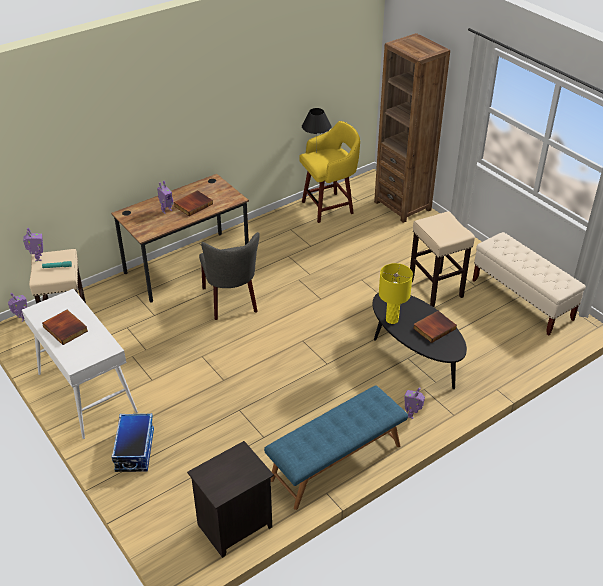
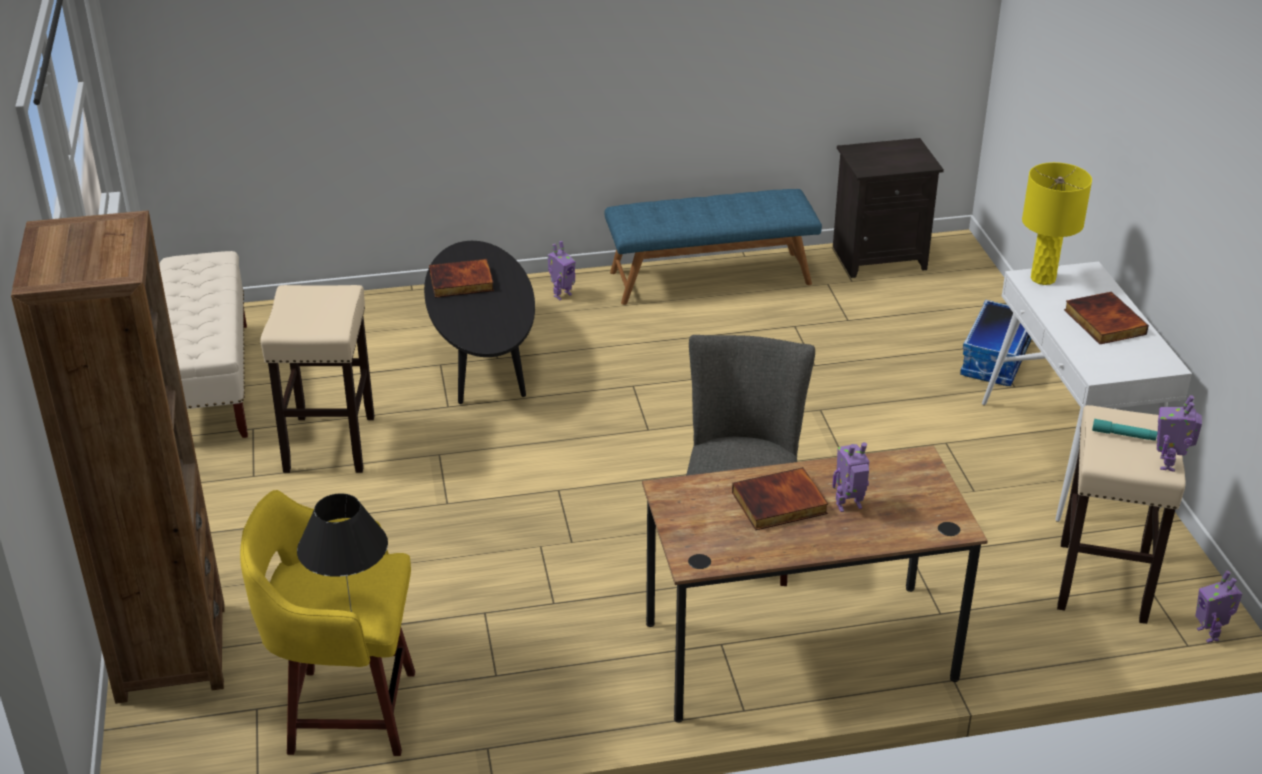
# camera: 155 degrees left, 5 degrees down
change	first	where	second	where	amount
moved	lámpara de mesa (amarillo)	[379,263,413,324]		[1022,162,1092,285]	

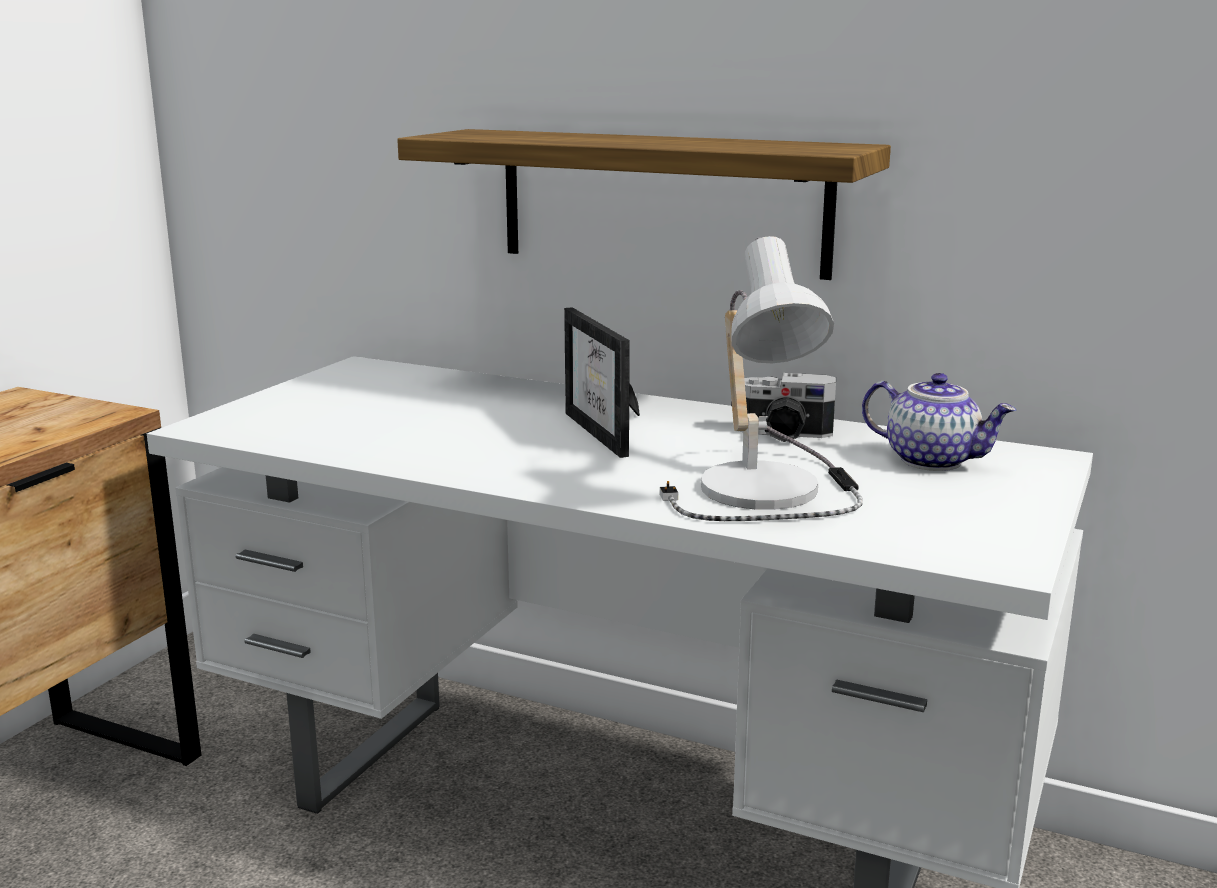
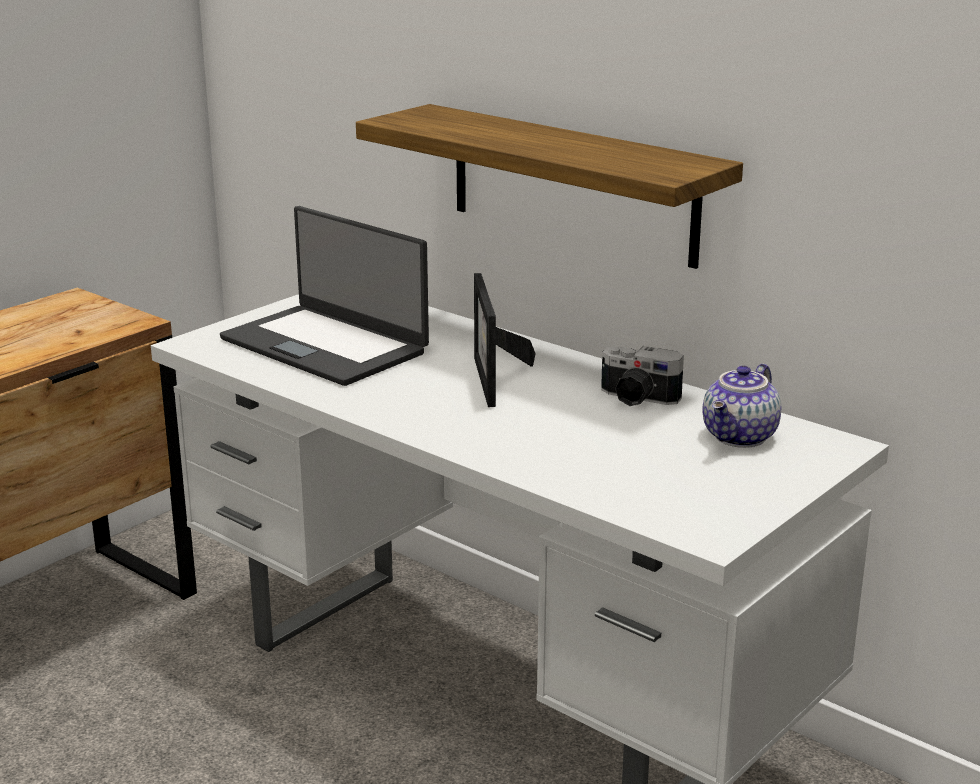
# camera: 15 degrees right, 5 degrees up
change	first	where	second	where	amount
removed	lámpara de mesa	[660,236,863,521]			
turned	tetera	[862,373,1016,471]		[702,363,781,448]	75 degrees clockwise
added			portátil	[220,206,429,386]	

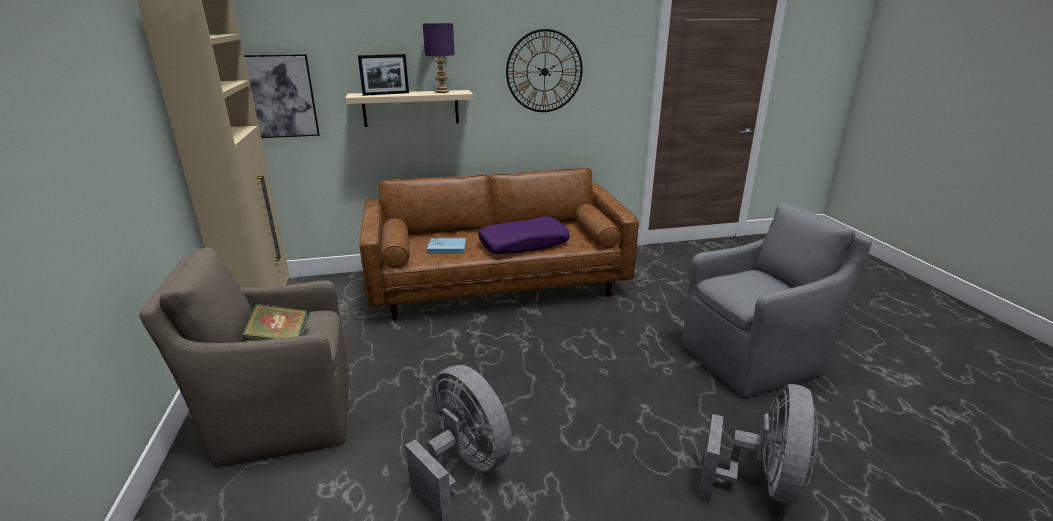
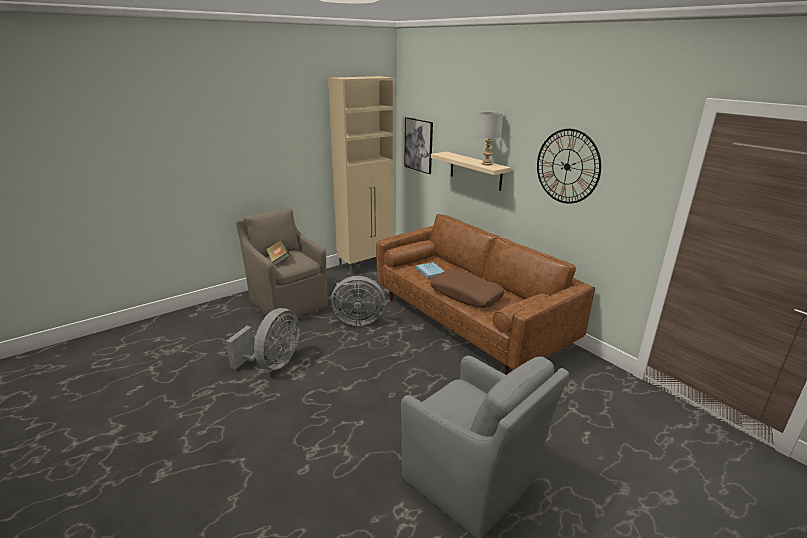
# camera: 65 degrees right, 0 degrees up
change	first	where	second	where	amount
removed	portarretratos	[358,54,409,96]			
recoloured	lámpara de mesa (morado)	[423,23,455,93]	lámpara de mesa (gris)	[478,112,503,165]	
recoloured	cojín (morado)	[478,217,570,254]	cojín (marrón)	[430,269,504,308]	
moved	ventilador (gris)	[699,384,818,504]		[331,276,385,326]	

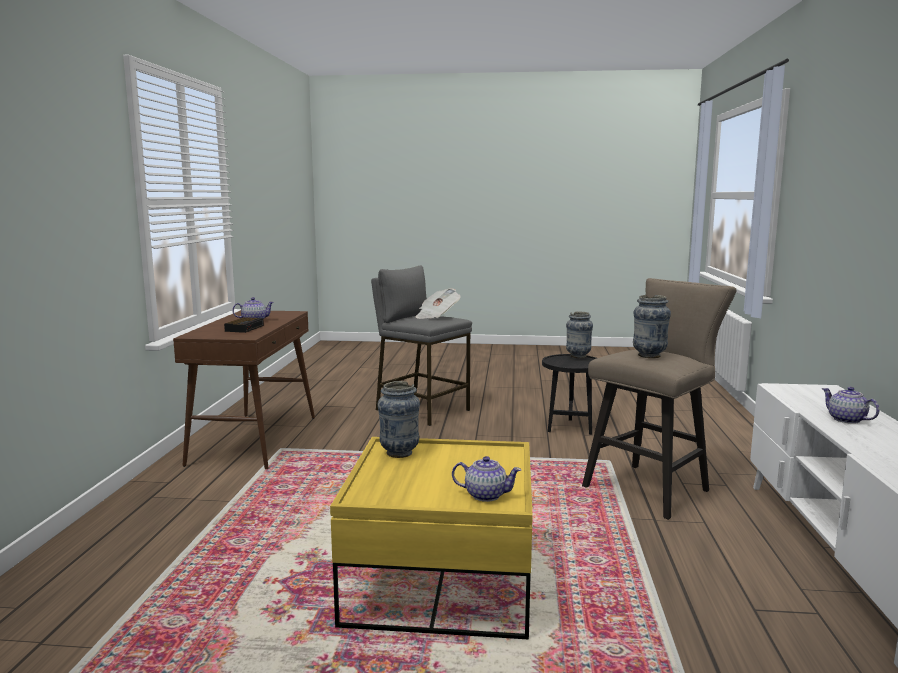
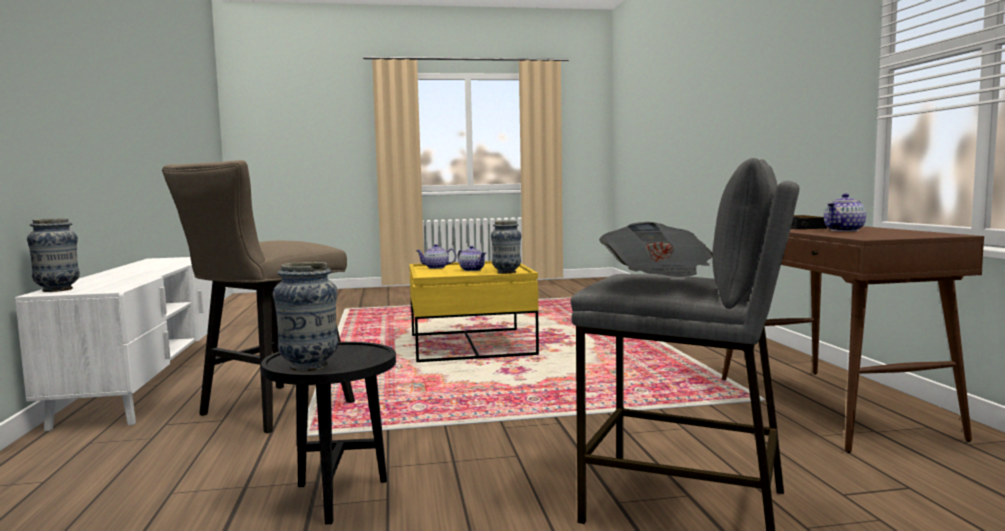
# camera: 165 degrees right, 5 degrees down
change	first	where	second	where	amount
moved	florero	[633,295,671,358]		[27,218,80,292]	
moved	tetera	[822,387,880,424]		[457,246,486,271]	

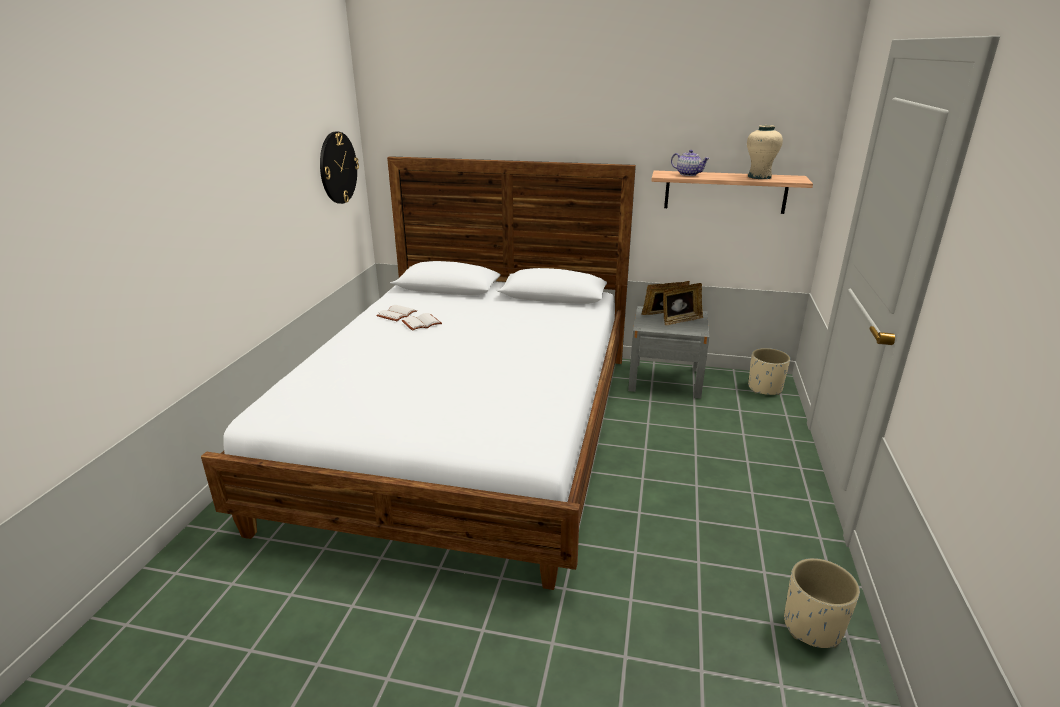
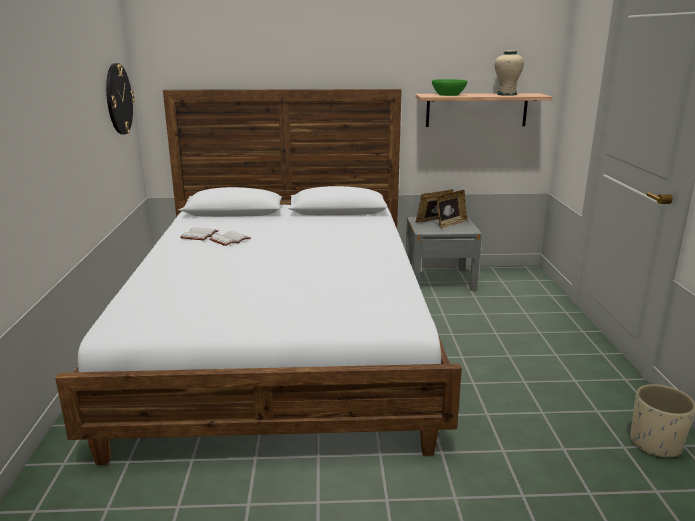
# camera: 15 degrees left, 5 degrees down
change	first	where	second	where	amount
replaced	tetera	[671,150,710,176]	cuenco (verde)	[432,79,467,96]	
removed	maceta (beis)	[748,348,790,395]			

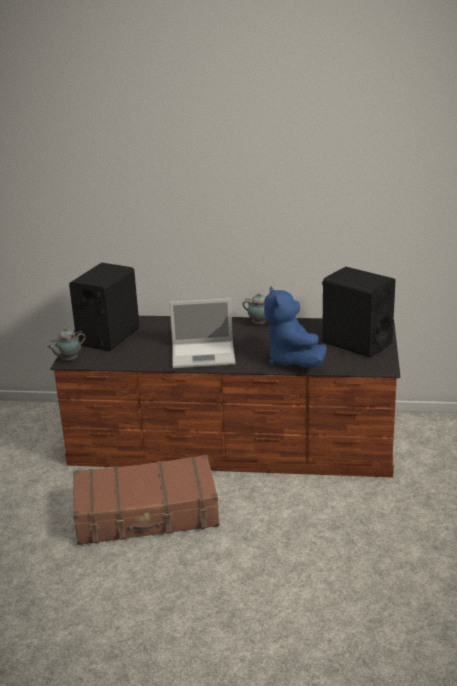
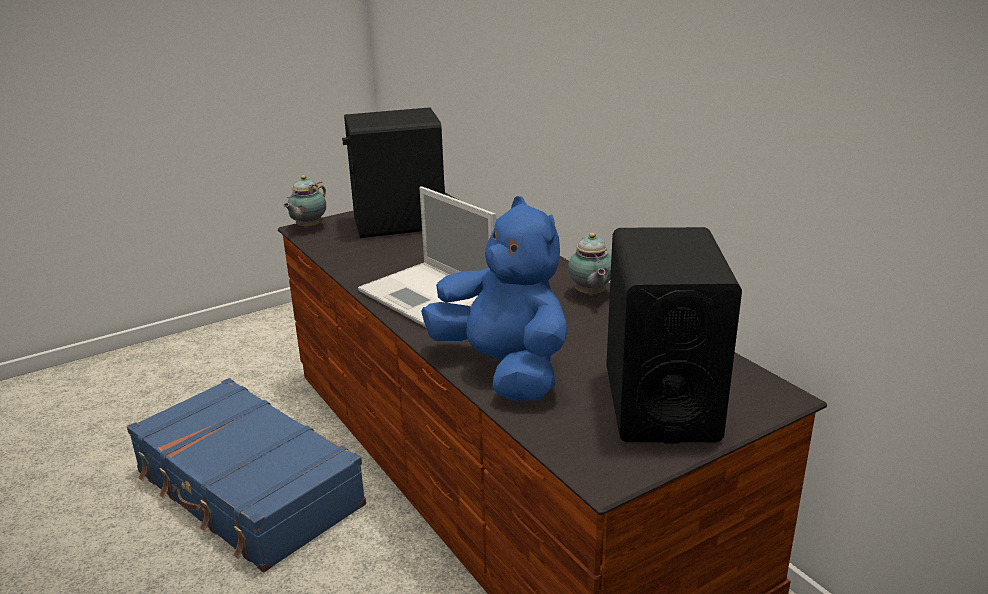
# camera: 50 degrees right, 0 degrees up
change	first	where	second	where	amount
turned	tetera	[47,327,86,361]		[283,175,326,229]	75 degrees counterclockwise
recoloured	maleta (marrón)	[73,455,219,545]	maleta (azul)	[127,378,366,572]	
turned	peluche (azul)	[264,286,327,368]		[421,196,568,401]	105 degrees clockwise

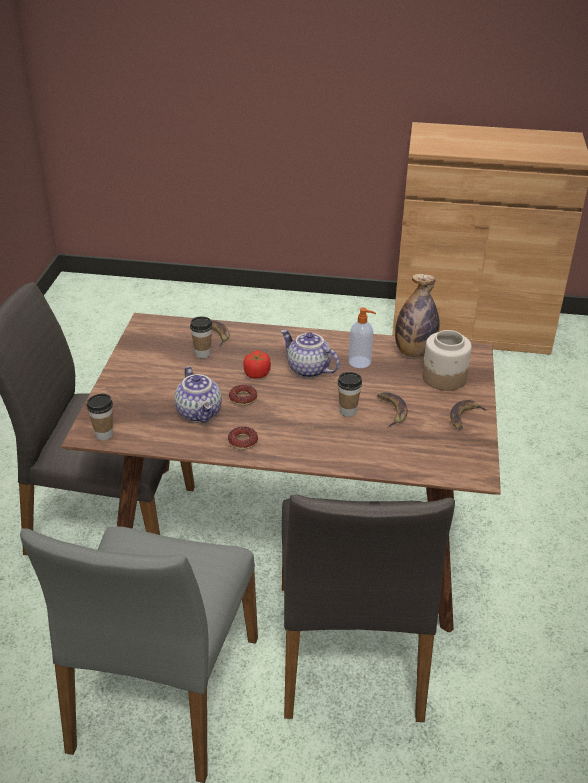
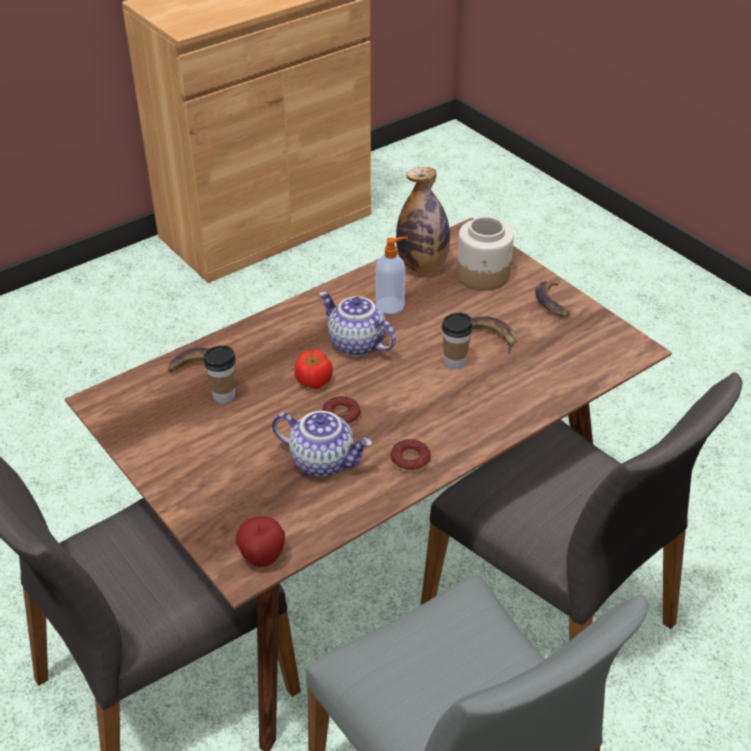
# camera: 45 degrees left, 5 degrees up
change	first	where	second	where	amount
replaced	taza	[87,394,113,441]	manzana	[236,516,285,567]	
turned	tetera	[281,330,339,378]		[319,291,396,356]	45 degrees clockwise

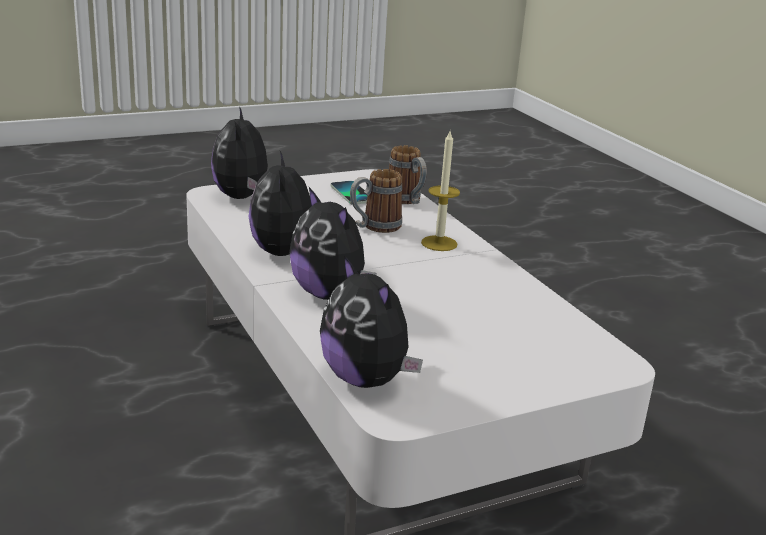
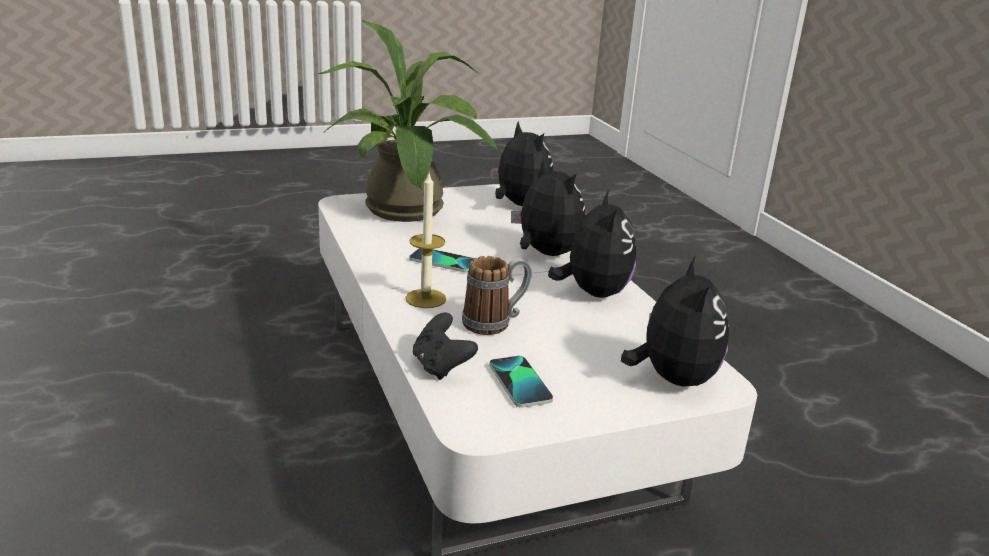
# camera: 175 degrees left, 0 degrees up
change	first	where	second	where	amount
replaced	taza grande	[389,145,427,204]	mando de consola (negro)	[413,312,478,380]	
added			planta en maceta	[318,20,498,222]	
added			móvil	[409,248,474,272]	

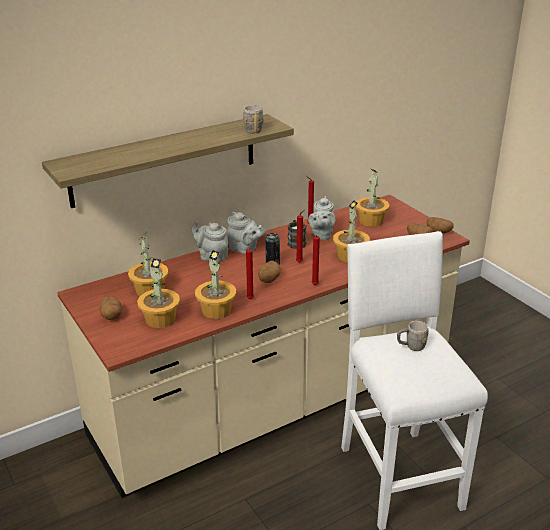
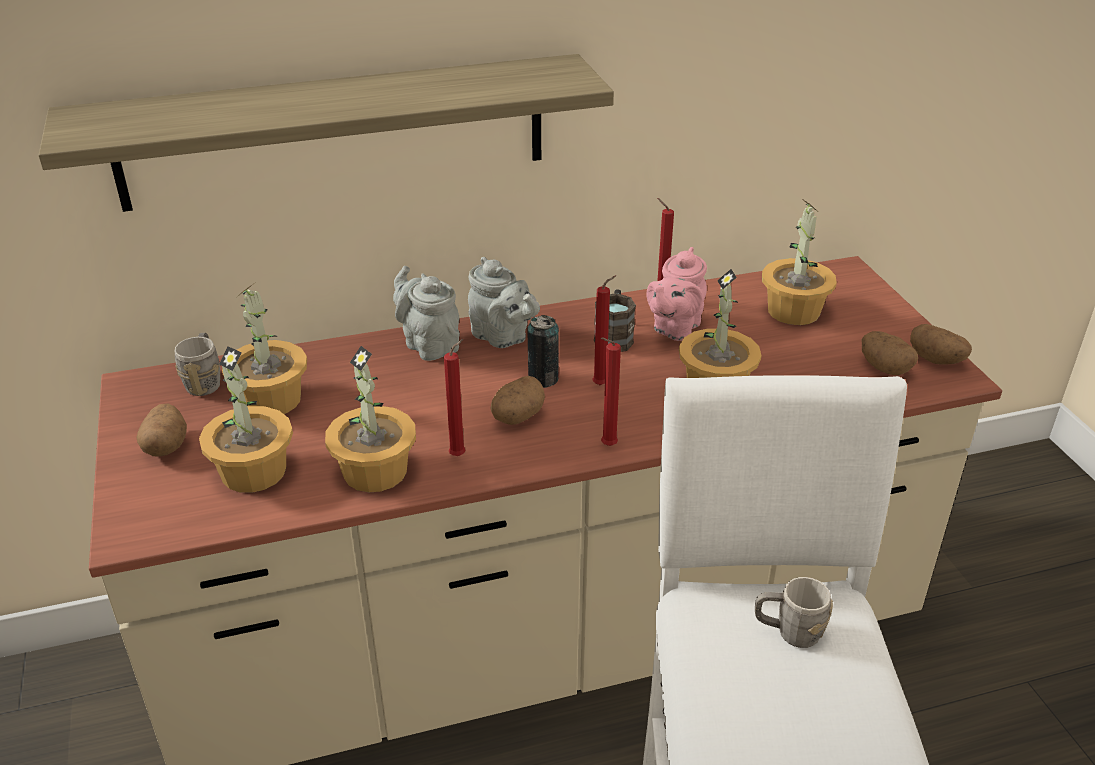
# camera: 15 degrees right, 5 degrees up
change	first	where	second	where	amount
moved	taza grande (gris)	[243,105,264,134]		[175,333,220,396]	
recoloured	tetera (gris)	[308,196,336,240]	tetera (rosa)	[646,247,707,341]	

